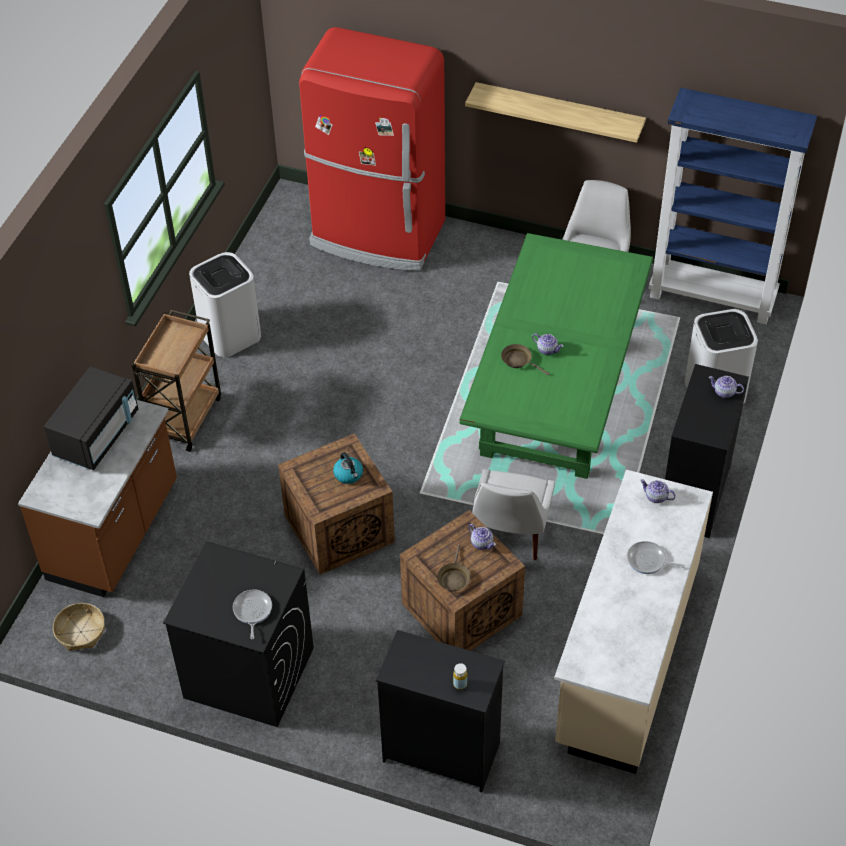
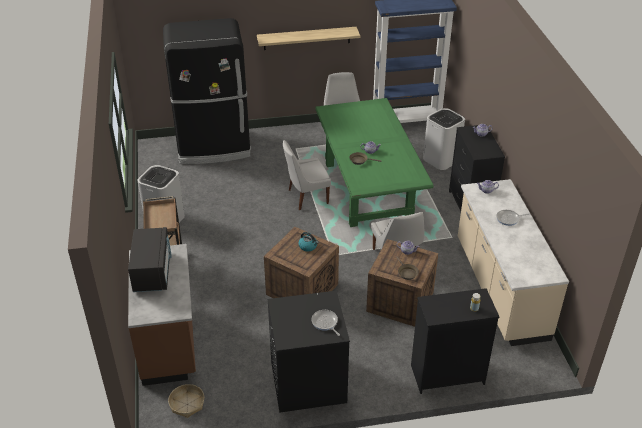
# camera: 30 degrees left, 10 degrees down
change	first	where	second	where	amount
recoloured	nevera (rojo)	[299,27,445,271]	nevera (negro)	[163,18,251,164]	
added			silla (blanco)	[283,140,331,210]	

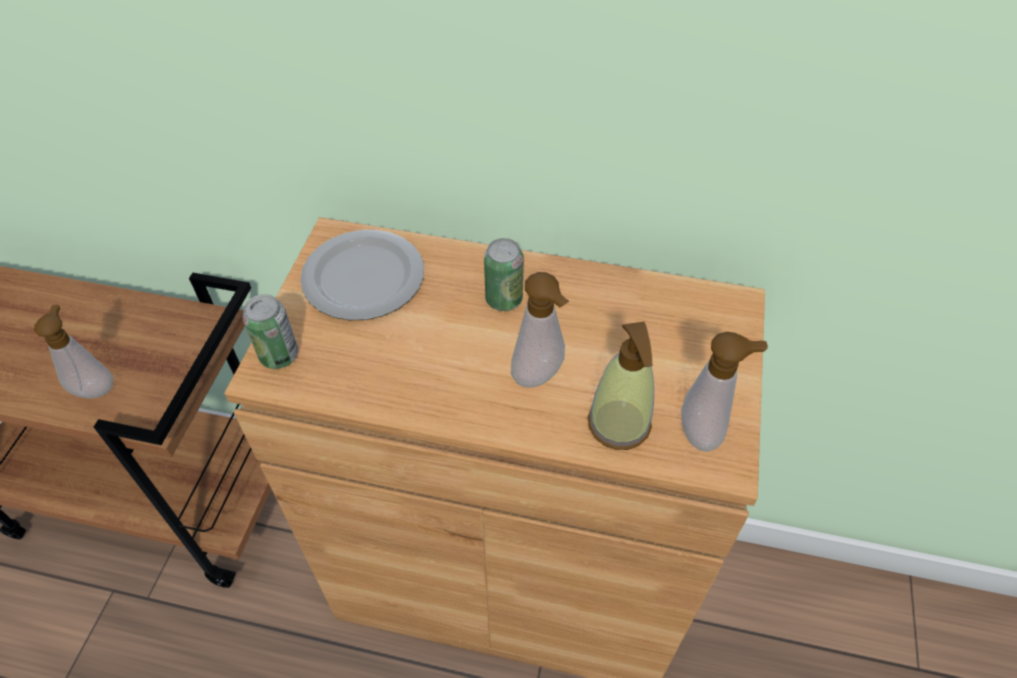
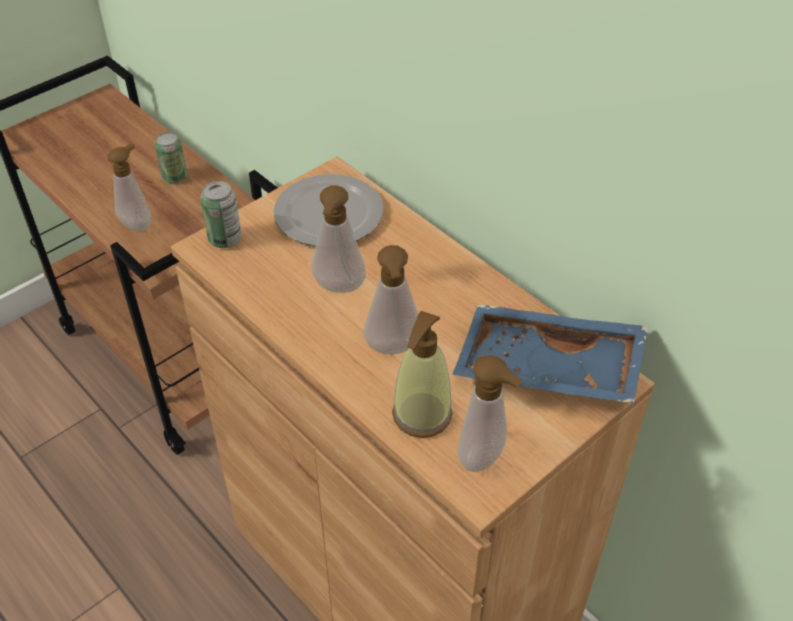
# camera: 35 degrees right, 5 degrees down
change	first	where	second	where	amount
moved	lata	[484,238,524,311]		[155,132,187,183]	
added			dispensador de jabón	[312,185,366,293]	
added			bandeja (azul)	[452,305,648,403]	

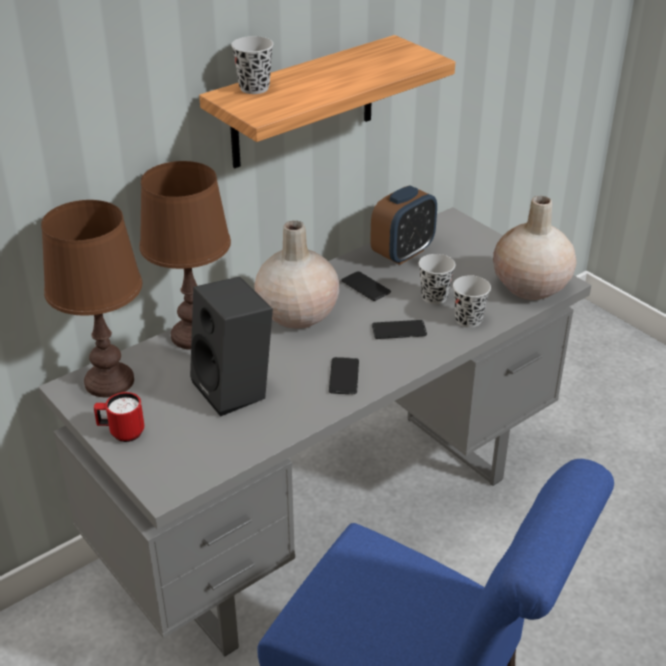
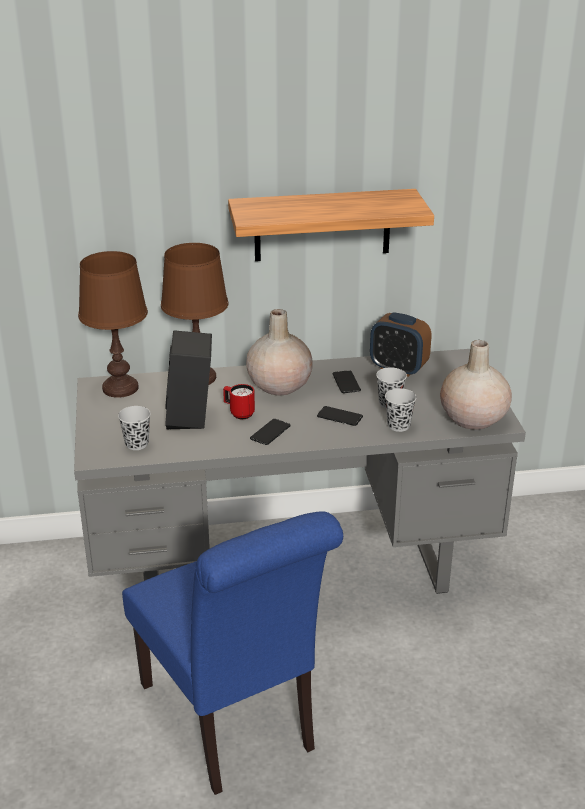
# camera: 30 degrees right, 5 degrees down
change	first	where	second	where	amount
moved	taza grande (rojo)	[94,392,144,442]		[223,384,255,419]	
moved	taza (negro)	[231,36,273,94]		[118,406,151,450]	
turned	despertador	[370,185,437,265]		[370,312,431,377]	45 degrees clockwise

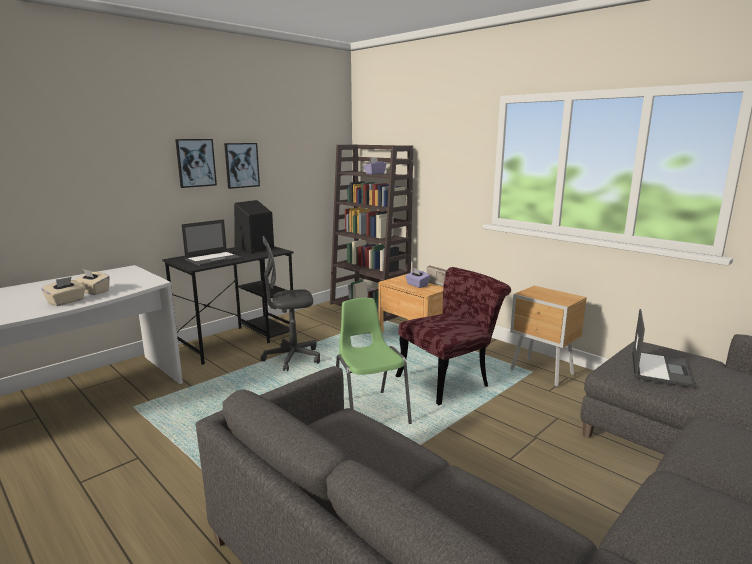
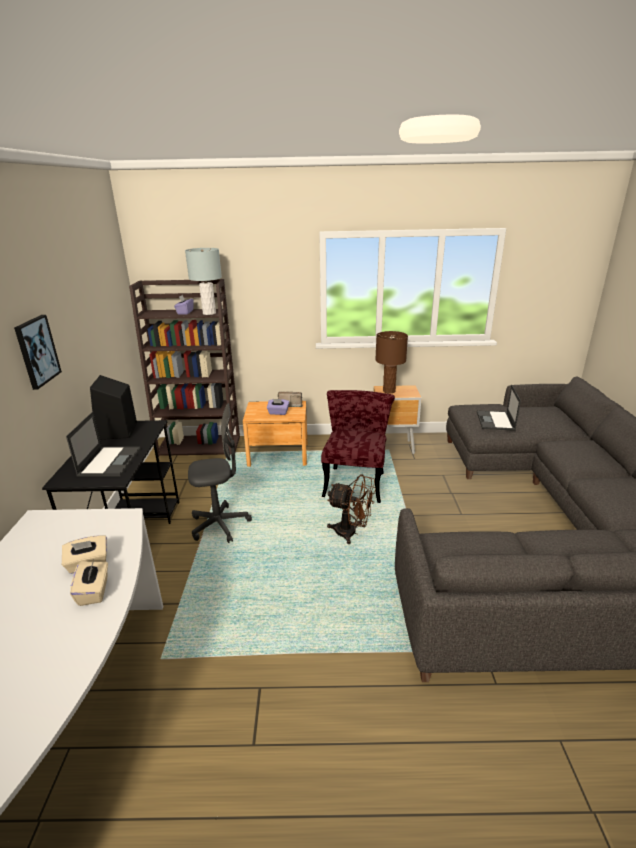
# camera: 45 degrees left, 10 degrees up
change	first	where	second	where	amount
removed	cuadro	[224,143,260,189]			
turned	silla de oficina (gris)	[261,236,320,371]		[188,403,252,543]	135 degrees counterclockwise
replaced	silla (verde)	[336,298,412,424]	ventilador (marrón)	[327,474,376,544]	
turned	portátil	[632,309,694,388]		[477,385,521,431]	150 degrees counterclockwise
added			lámpara de mesa (gris)	[185,248,222,315]	
added			lámpara de mesa (marrón)	[375,331,408,394]	

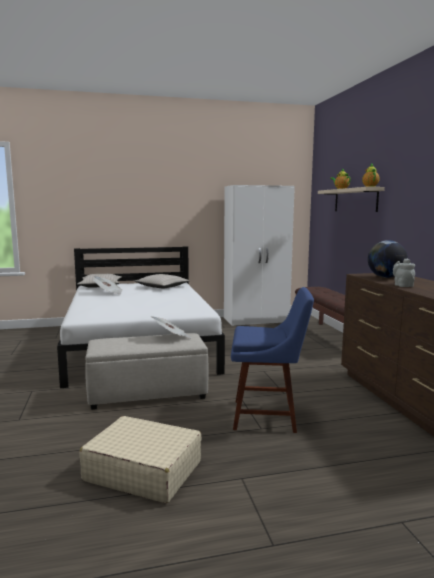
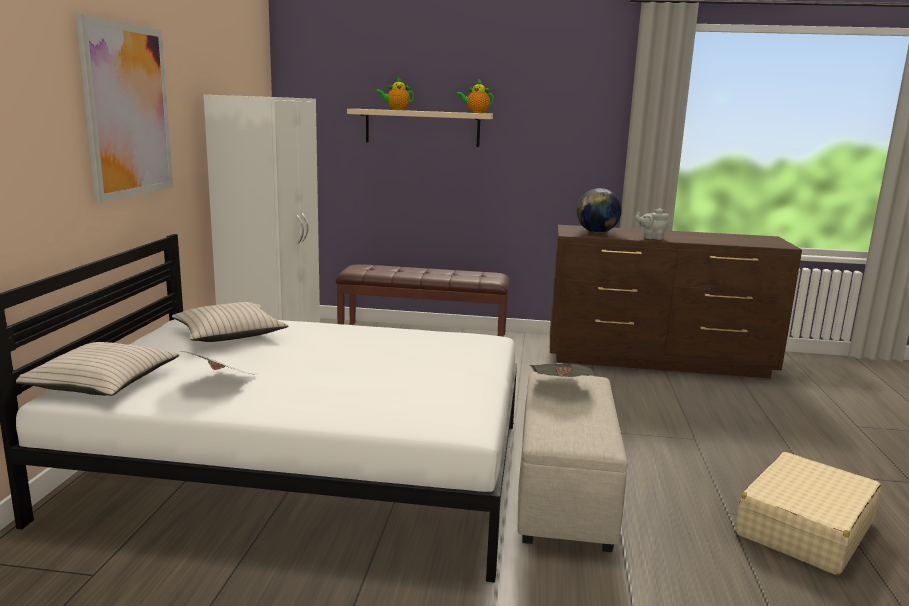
# camera: 70 degrees left, 5 degrees up
change	first	where	second	where	amount
removed	silla (azul)	[231,287,314,433]			
added			cuadro	[76,14,173,203]	

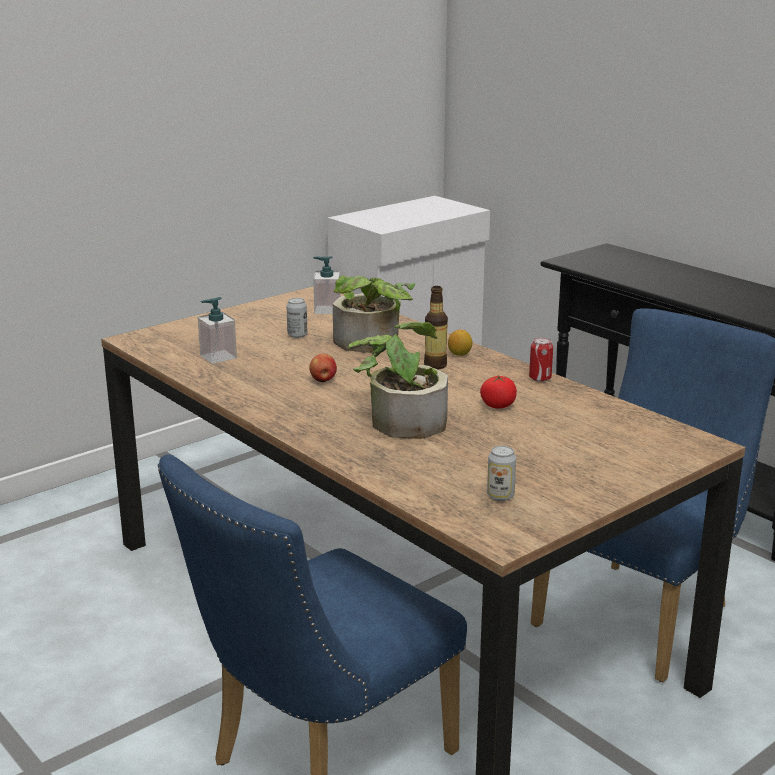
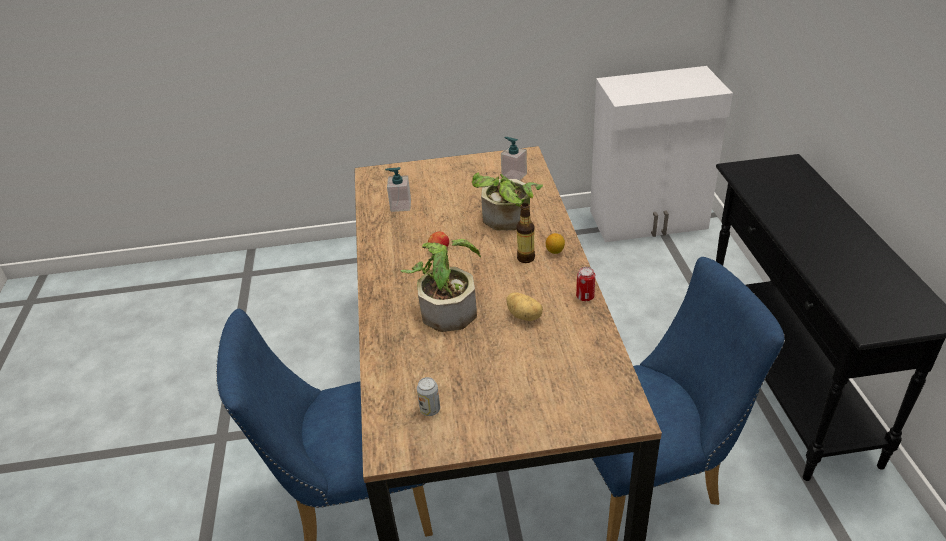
# camera: 35 degrees right, 15 degrees up
change	first	where	second	where	amount
removed	lata	[286,298,307,338]			
replaced	tomate	[480,375,517,408]	patata	[506,292,543,321]	

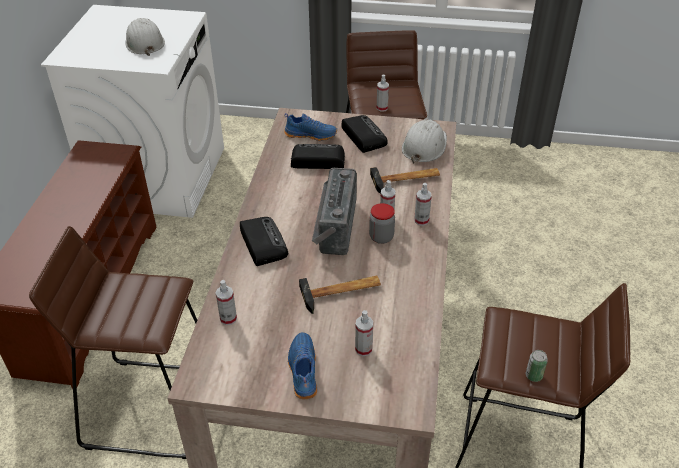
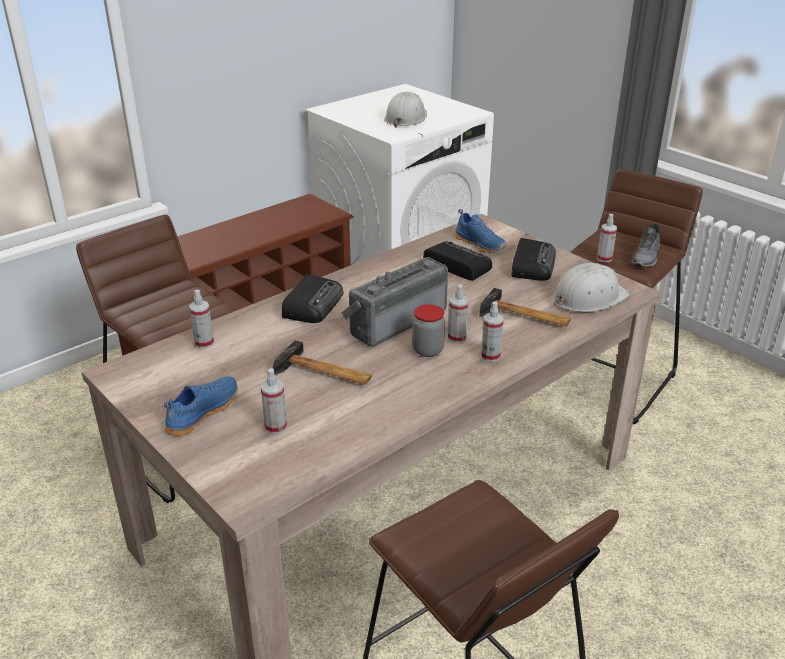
# camera: 40 degrees right, 10 degrees down
change	first	where	second	where	amount
removed	lata	[526,350,548,382]			
added			zapato (gris)	[631,224,661,267]	

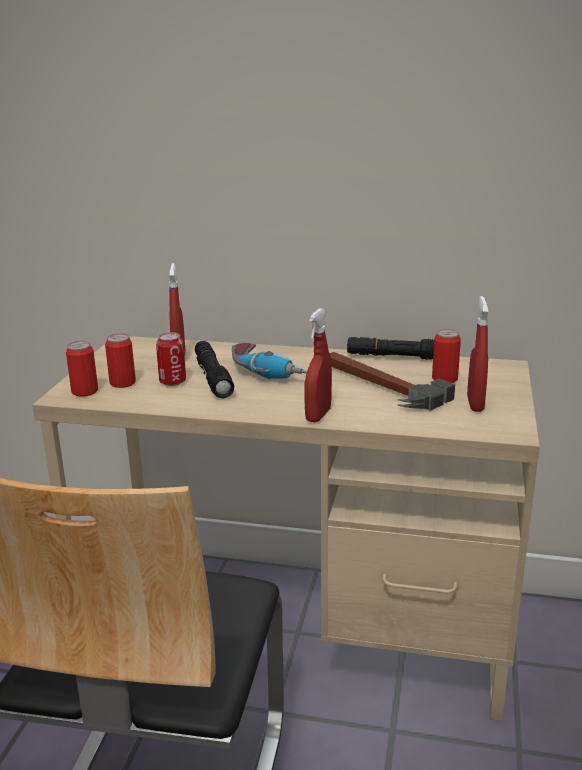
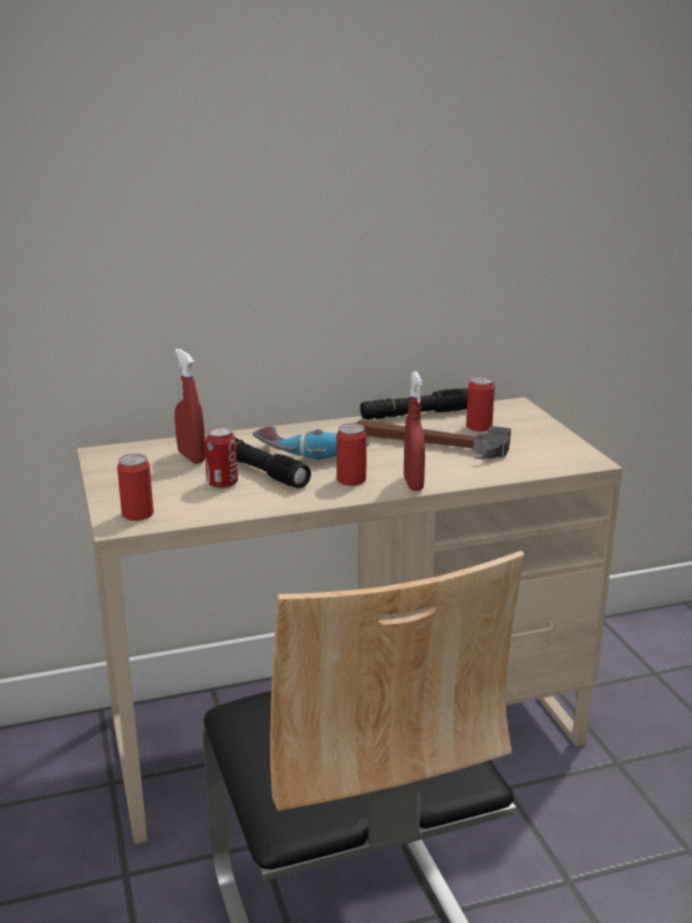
# camera: 30 degrees left, 0 degrees up
change	first	where	second	where	amount
moved	lata	[105,333,136,388]		[337,423,367,486]	
removed	pulverizador (rojo)	[467,296,489,412]			

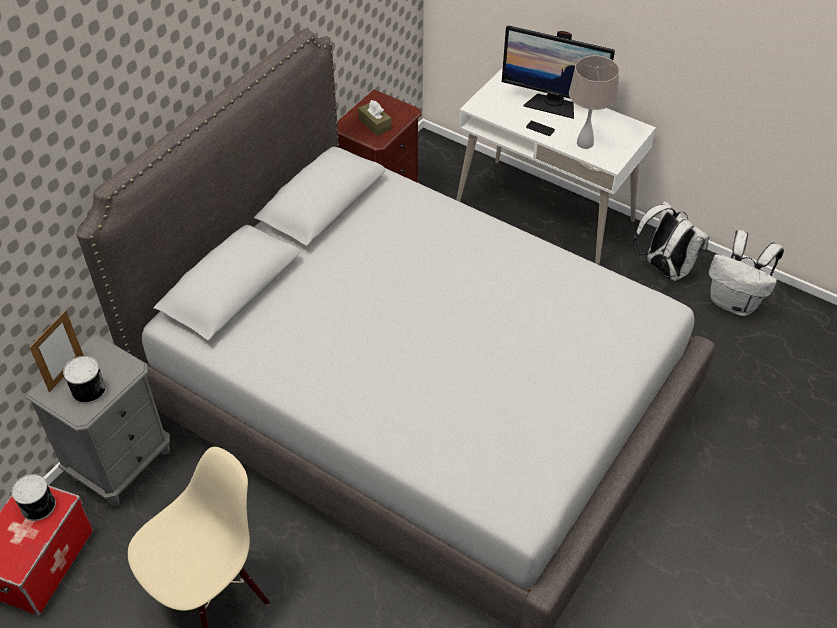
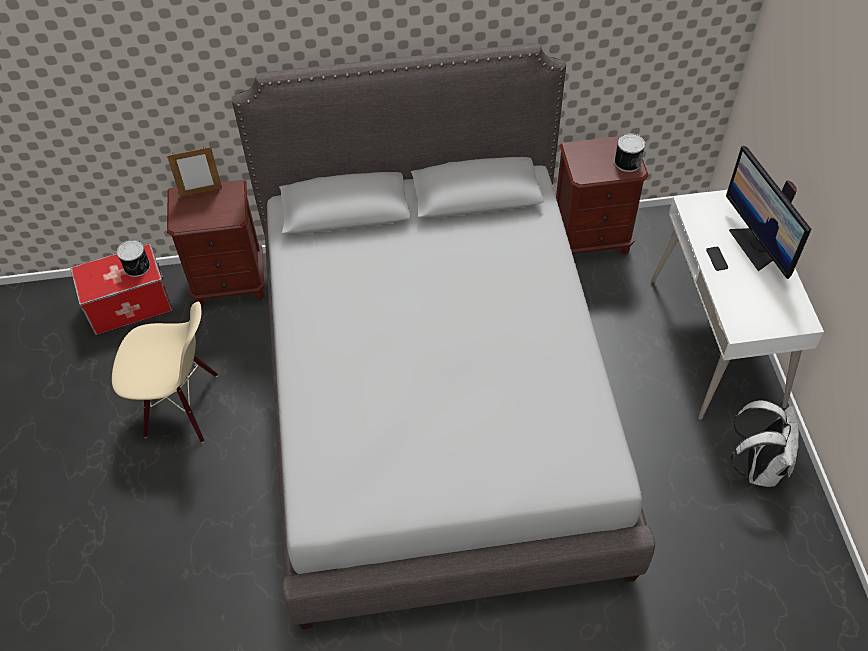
# camera: 50 degrees right, 5 degrees up
change	first	where	second	where	amount
recoloured	mesita de noche (gris)	[26,334,170,506]	mesita de noche (marrón)	[167,180,265,307]	
moved	lata	[63,356,106,404]		[614,133,645,172]	
removed	caja de pañuelos (marrón)	[358,100,391,136]			
removed	lámpara de mesa (beis)	[569,55,620,149]			
removed	mochila (blanco)	[708,230,784,316]			

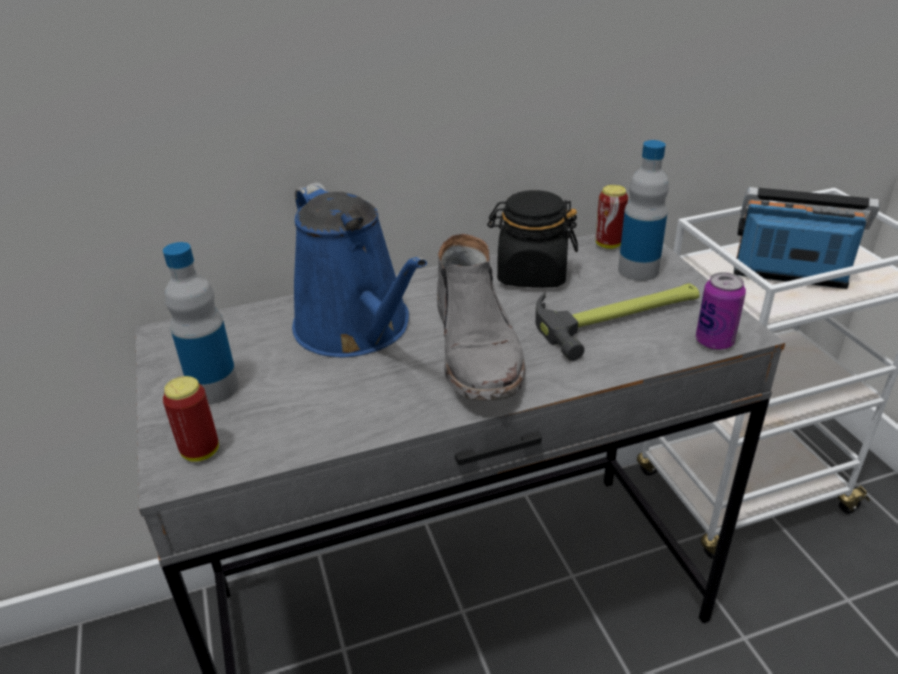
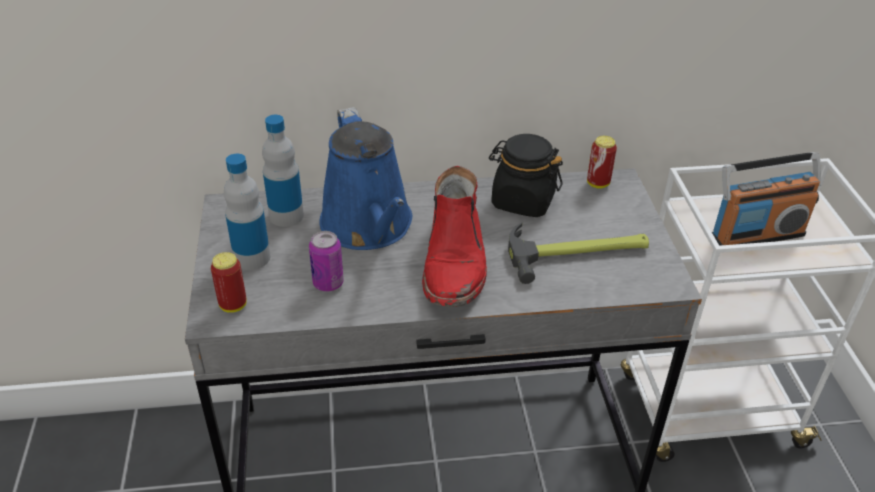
# camera: 10 degrees right, 5 degrees up
change	first	where	second	where	amount
recoloured	bota (gris)	[437,234,525,400]	bota (rojo)	[422,166,487,307]	
moved	botella	[618,140,669,281]		[262,115,304,227]	
moved	lata	[696,272,746,350]		[309,231,343,292]	
turned	radio	[734,187,880,289]		[712,152,821,246]	135 degrees clockwise

